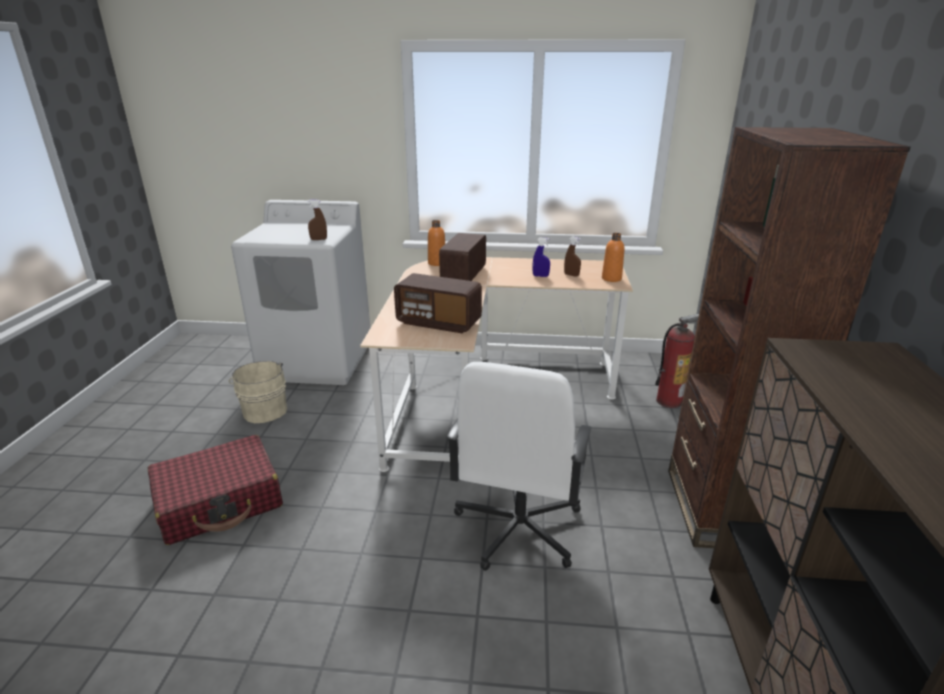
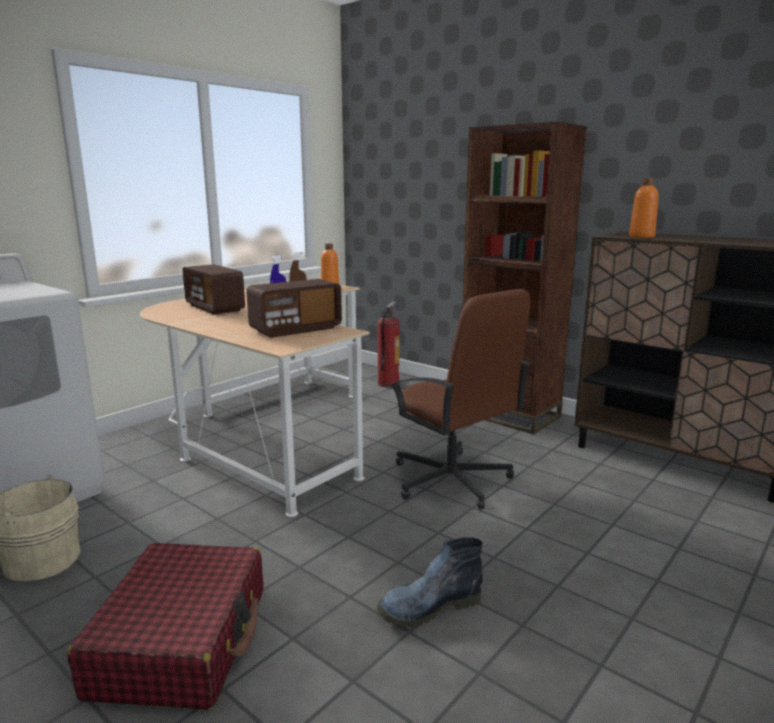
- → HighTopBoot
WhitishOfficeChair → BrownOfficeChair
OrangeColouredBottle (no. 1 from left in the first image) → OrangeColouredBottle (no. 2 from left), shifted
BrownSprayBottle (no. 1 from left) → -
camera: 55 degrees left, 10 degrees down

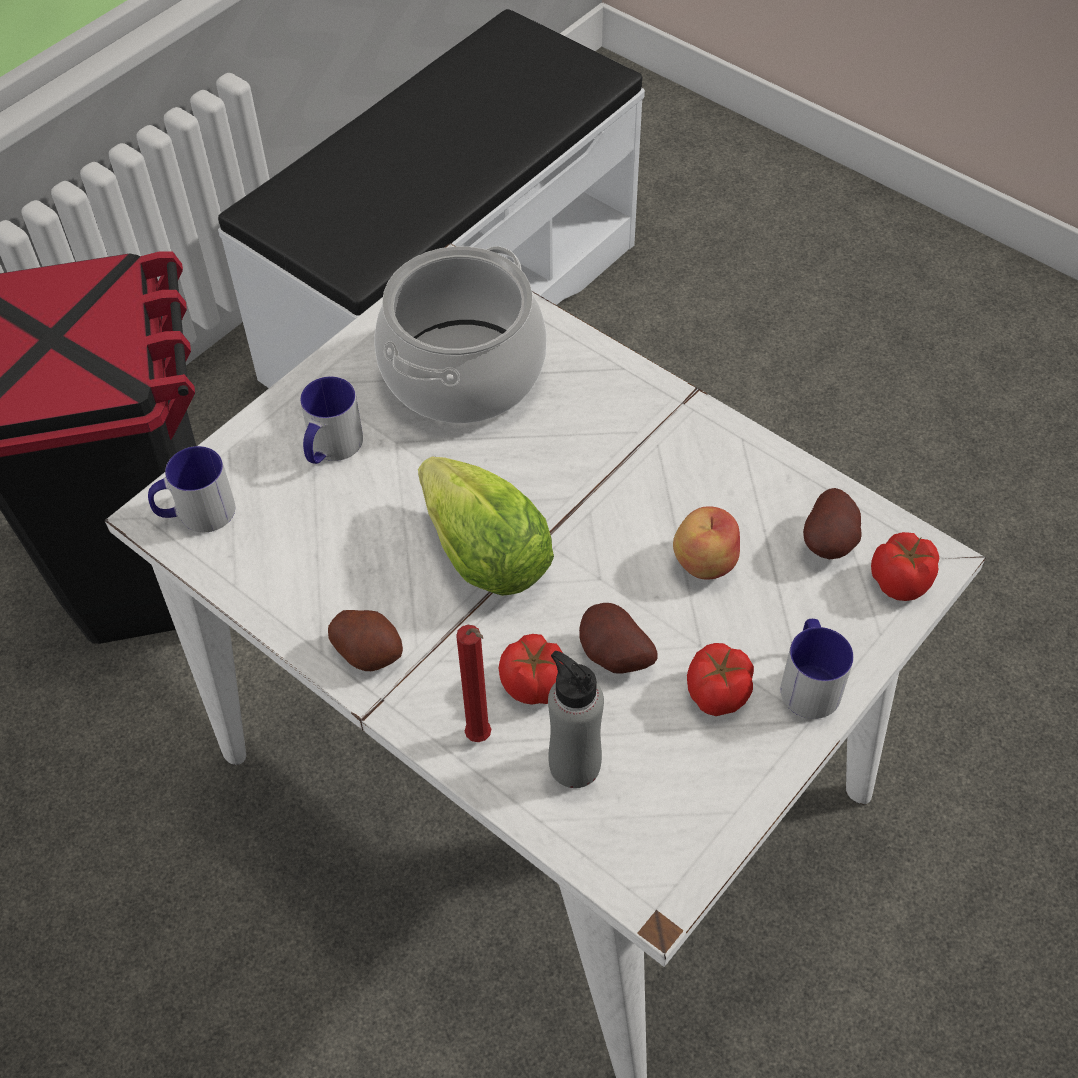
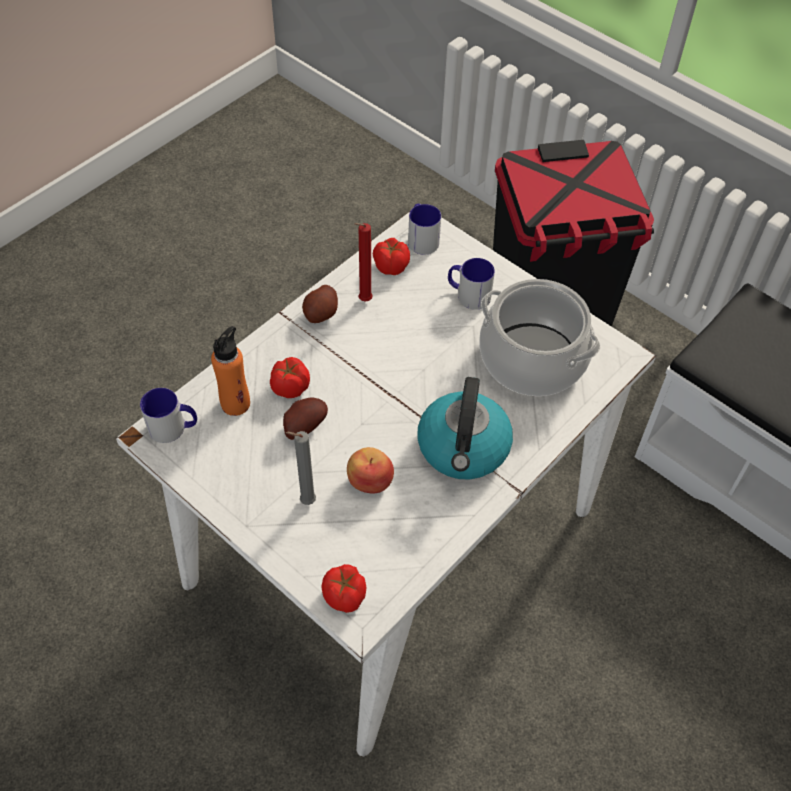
CoffeeMug (no. 3 from left in the first image) → CoffeeMug (no. 1 from left), shifted
GreyishBottle → OrangeColouredBottle
- → GreyishCandle
RedCandle, shifted
WholeTomato (no. 2 from left in the first image) → WholeTomato (no. 3 from left), shifted
- → TeaKettle
LettuceHead → -
Potato (no. 3 from left) → -
camera: 90 degrees right, 0 degrees up

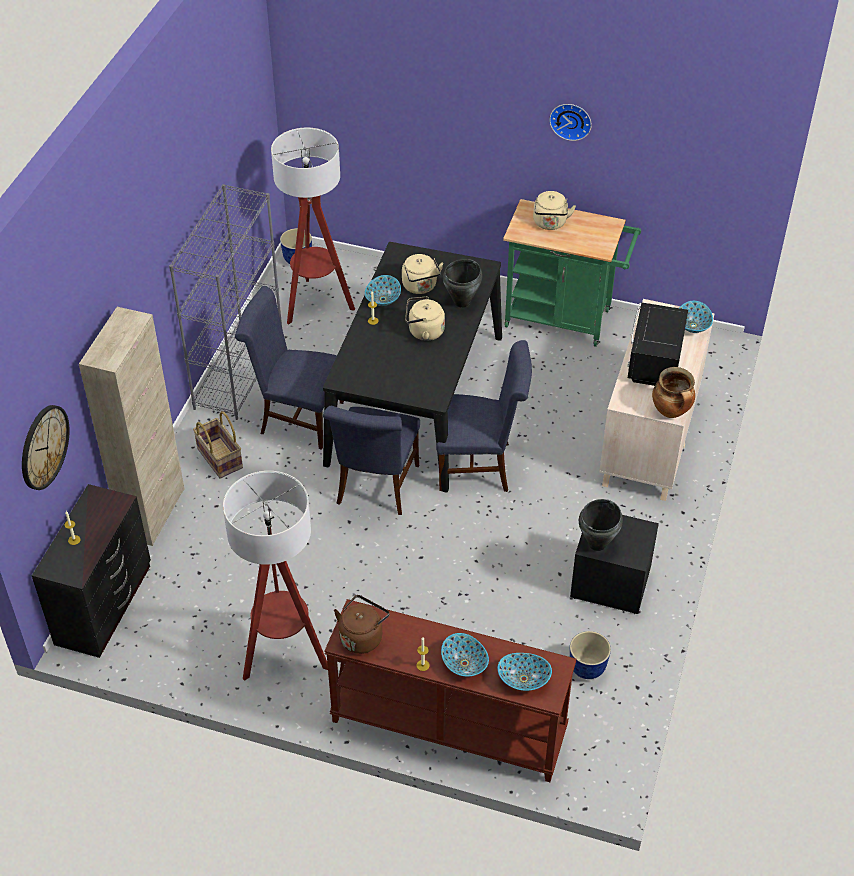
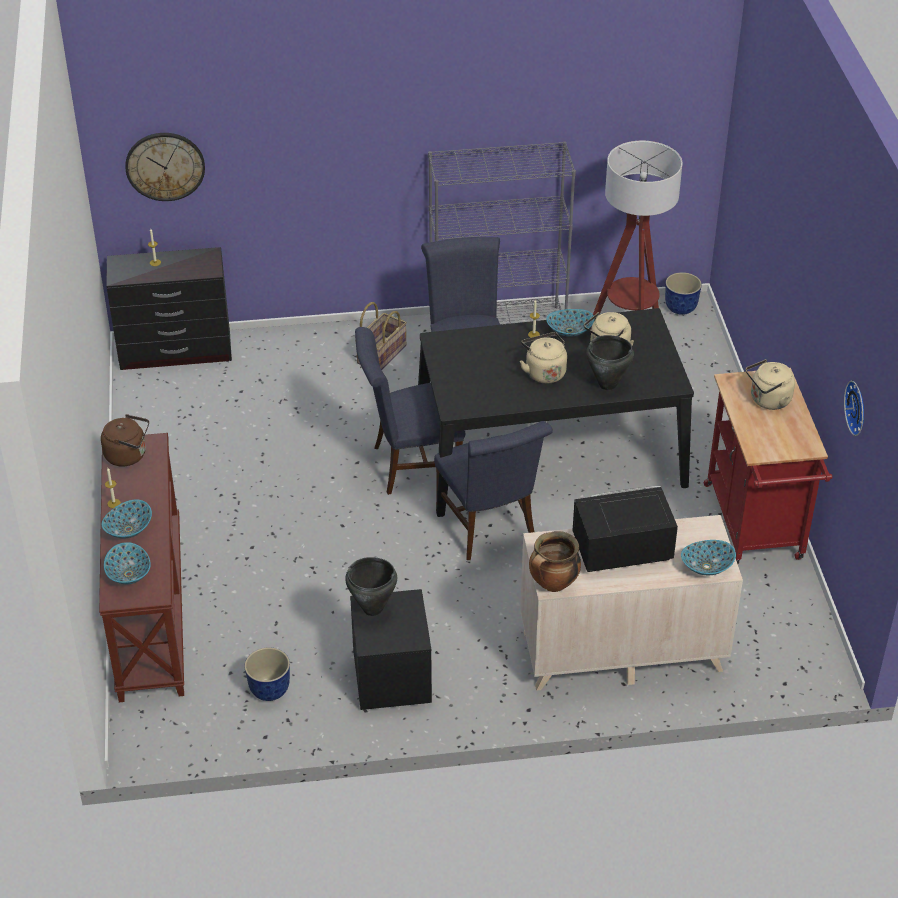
GreenWheeledCart → RedWheeledCart
HangingClock (no. 2 from left), shifted
BeigeCabinet → -
FloorLamp (no. 1 from left) → -
camera: 65 degrees right, 5 degrees down

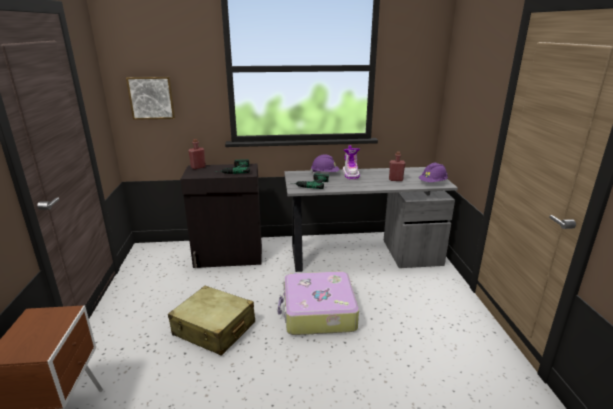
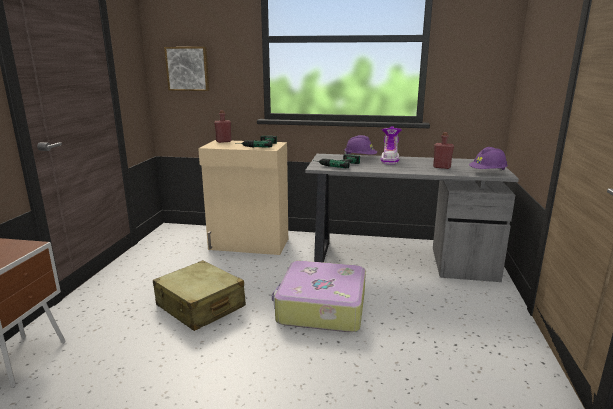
BlackColouredCabinet → BeigeCabinet
camera: 15 degrees right, 5 degrees down

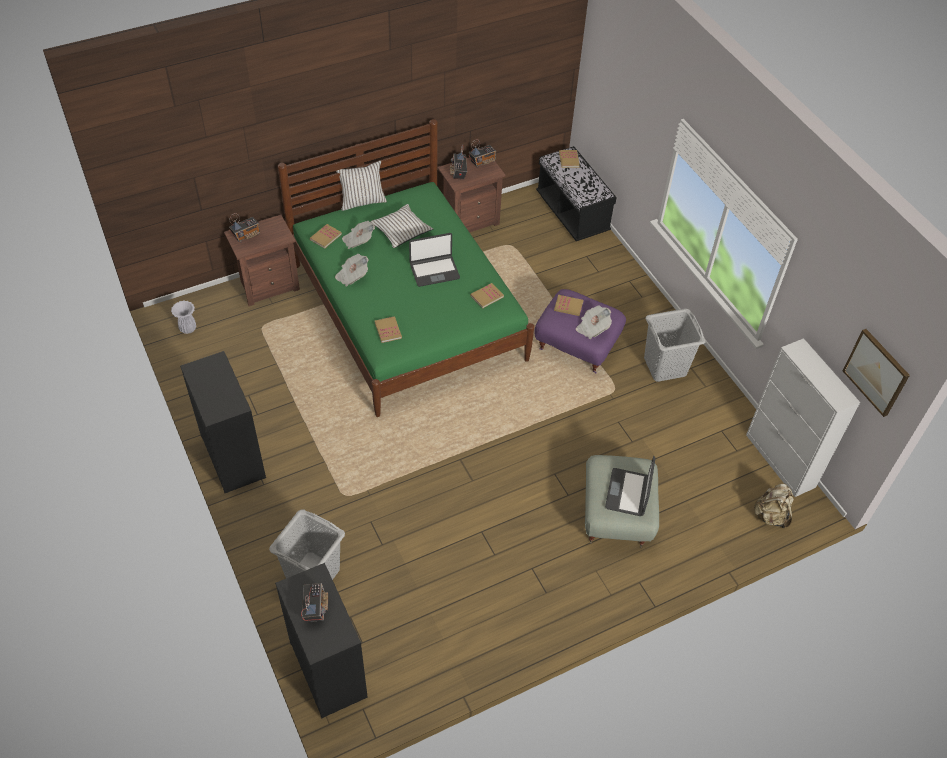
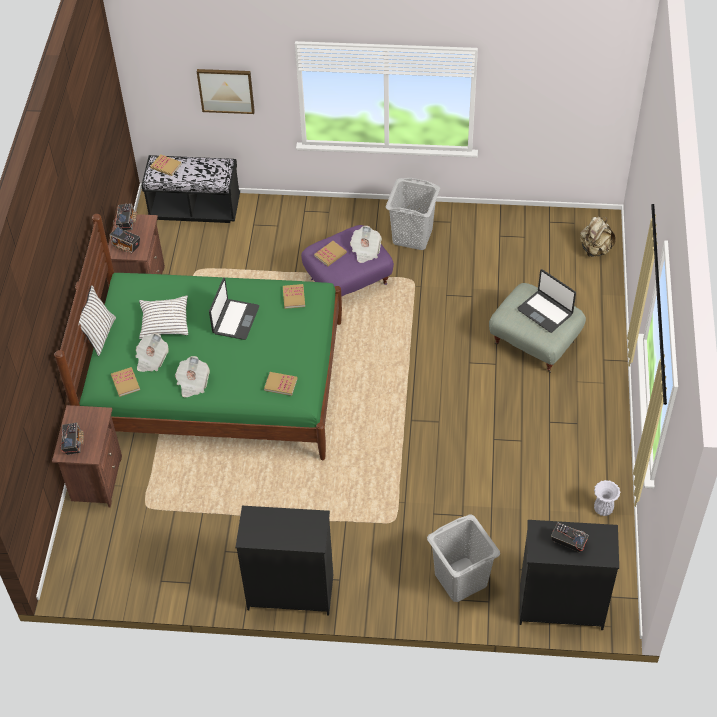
Picture, shifted
WhitishDecorativeVase, shifted
WhitishCabinet → -
camera: 55 degrees left, 0 degrees up

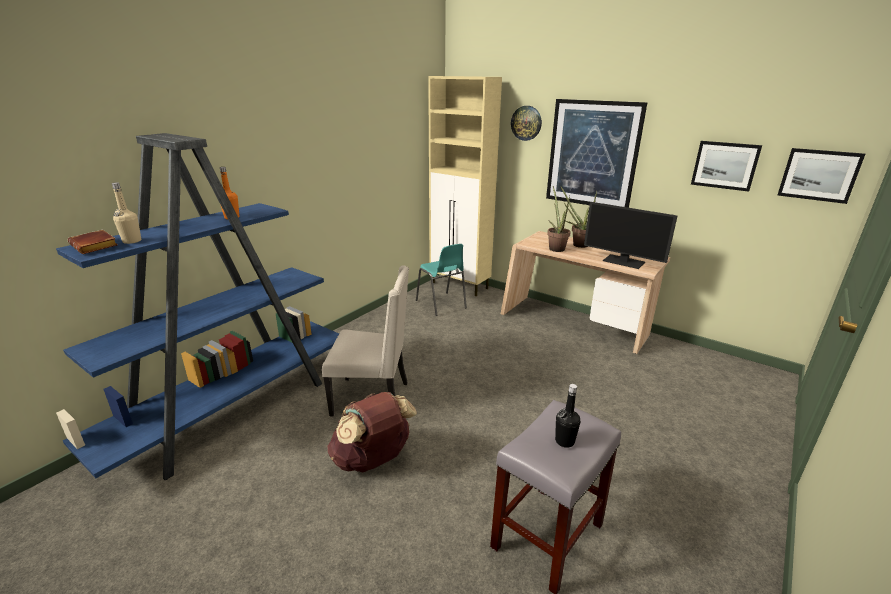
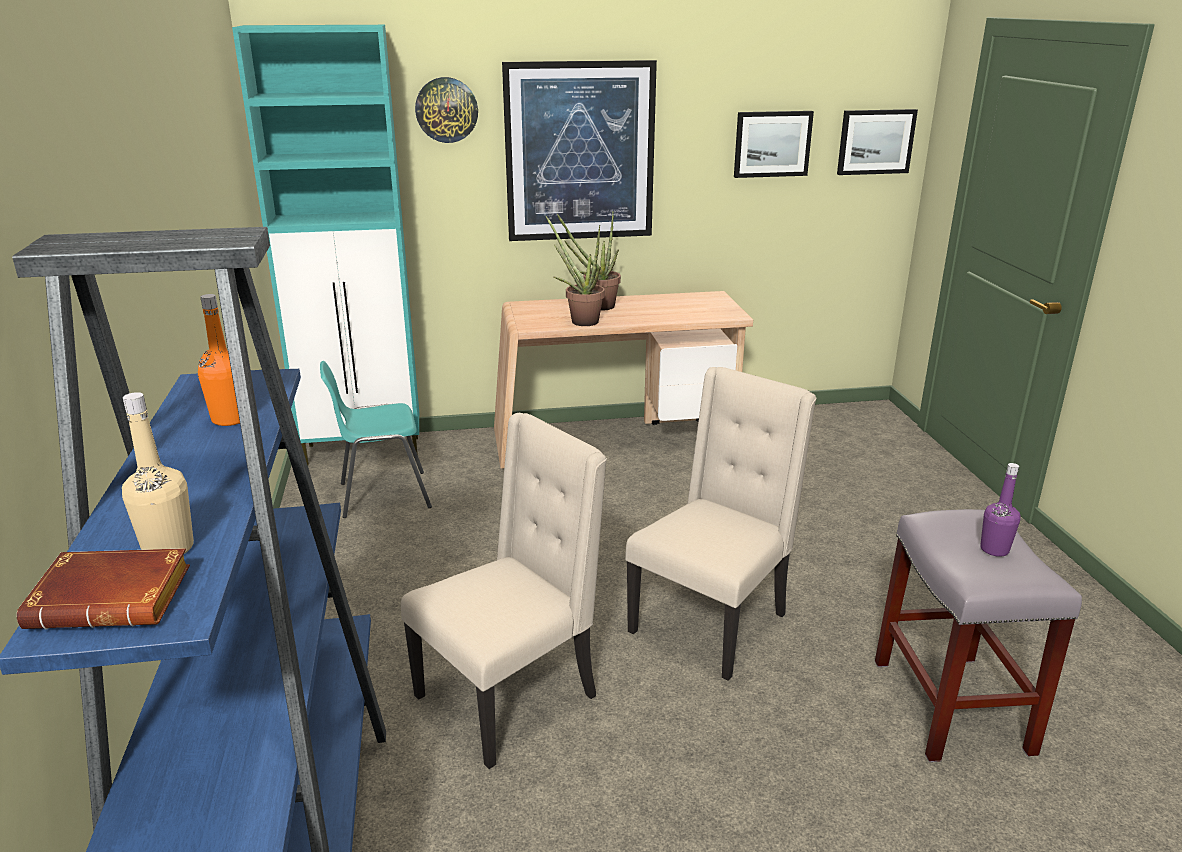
BeigeCabinet → TurquoiseColouredCabinet
TurquoiseColouredChair, 150 degrees clockwise
- → BeigeChair (no. 2 from left)
BlackColouredBottle → PurpleColouredBottle
BrownRucksack → -
Monitor → -
camera: 45 degrees left, 0 degrees up

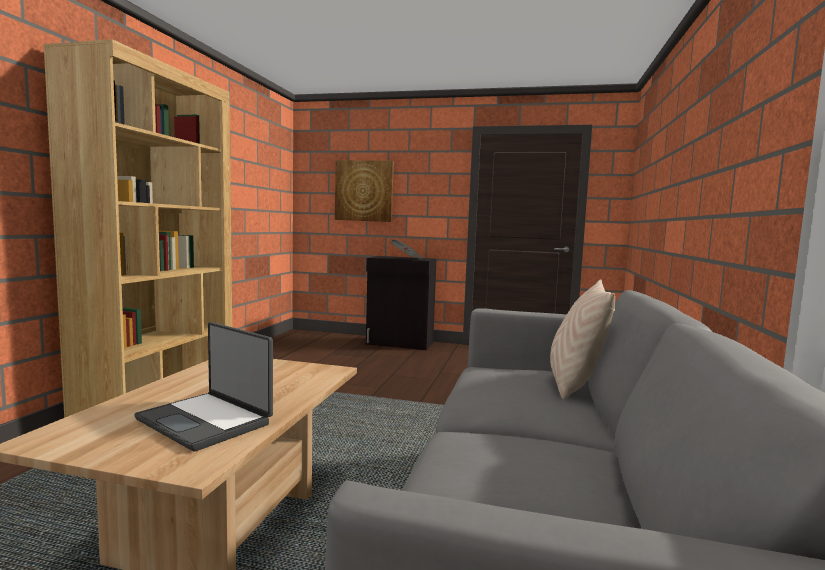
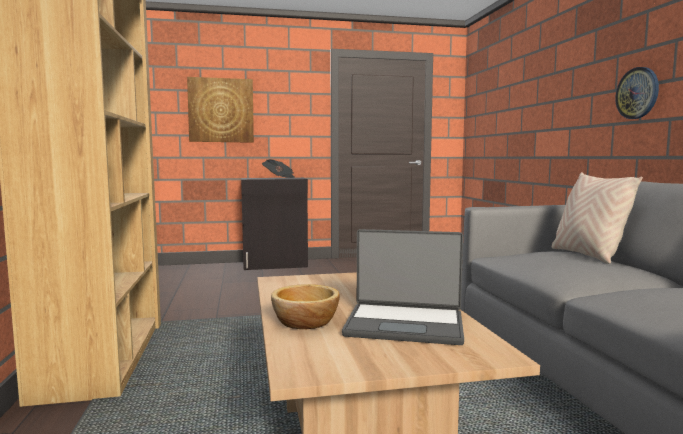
- → ServingBowl
- → HangingClock
camera: 25 degrees left, 0 degrees up

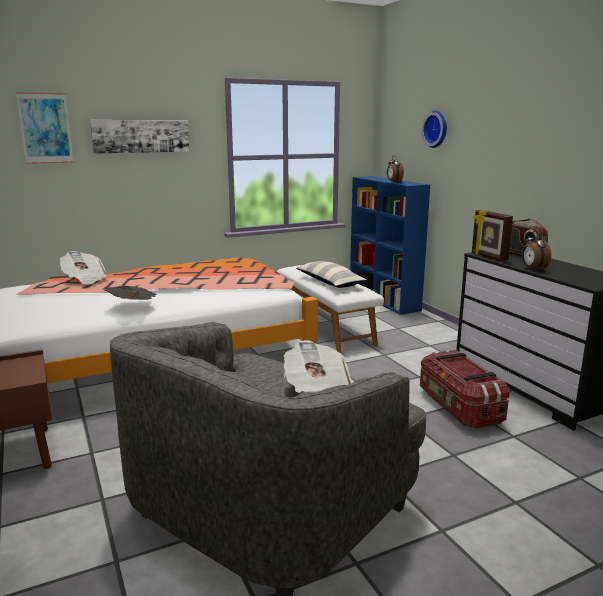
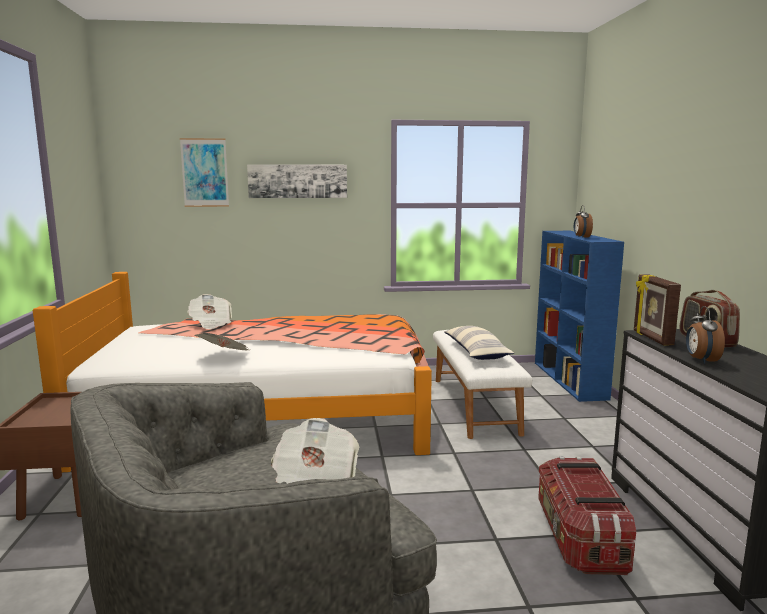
HangingClock → -
camera: 20 degrees right, 5 degrees down

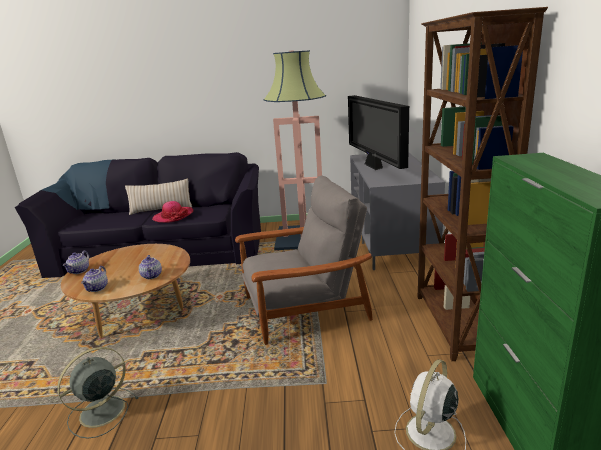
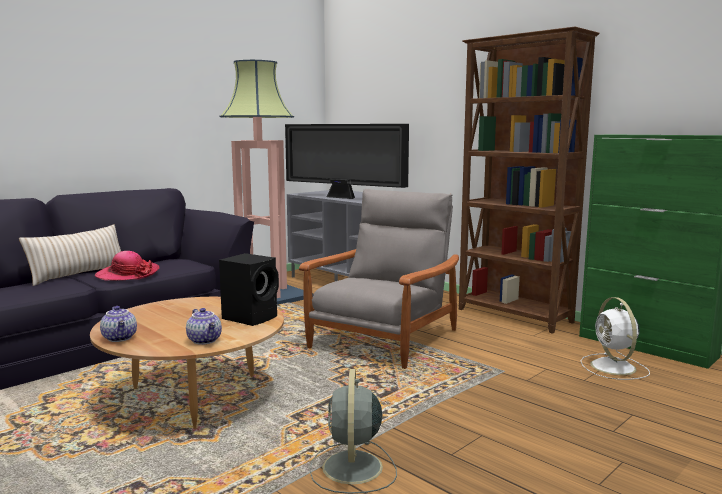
TeaPot (no. 3 from left) → BlackColouredLoudspeaker
camera: 45 degrees left, 10 degrees down

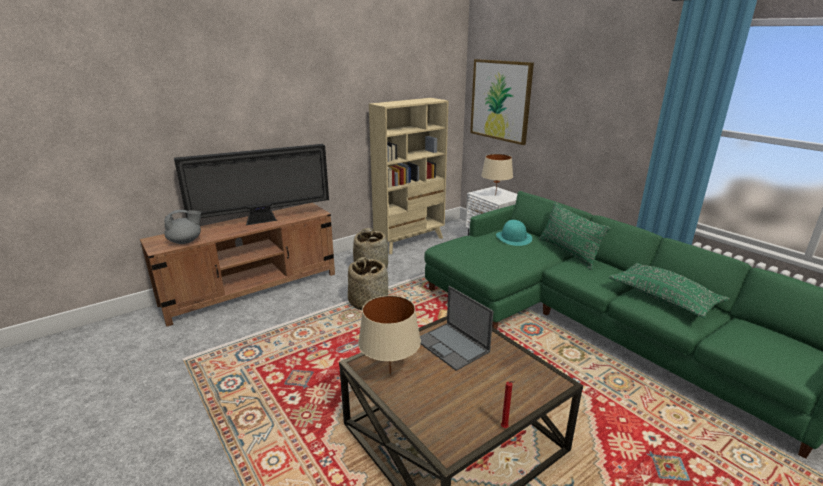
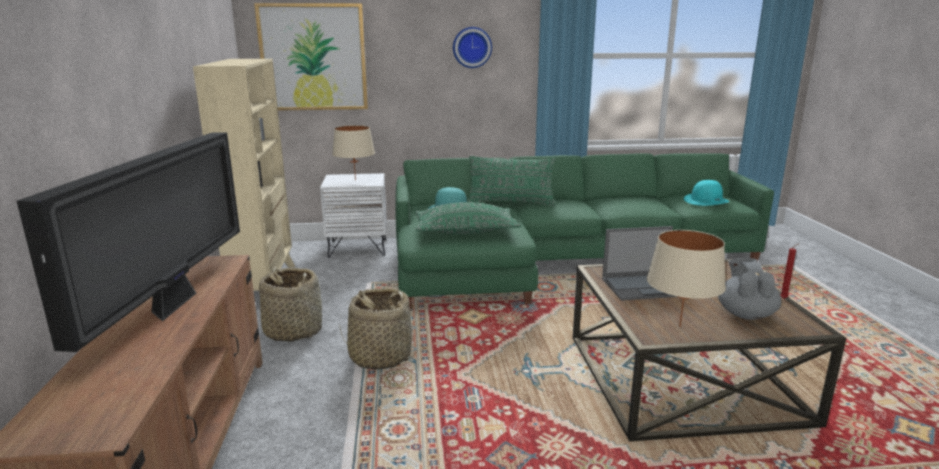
GreenPillow (no. 2 from left in the first image) → GreenPillow (no. 1 from left), shifted
- → HangingClock
- → TurquoiseColouredHat (no. 2 from left)
GreyishTeaPot, shifted
camera: 60 degrees left, 5 degrees down

